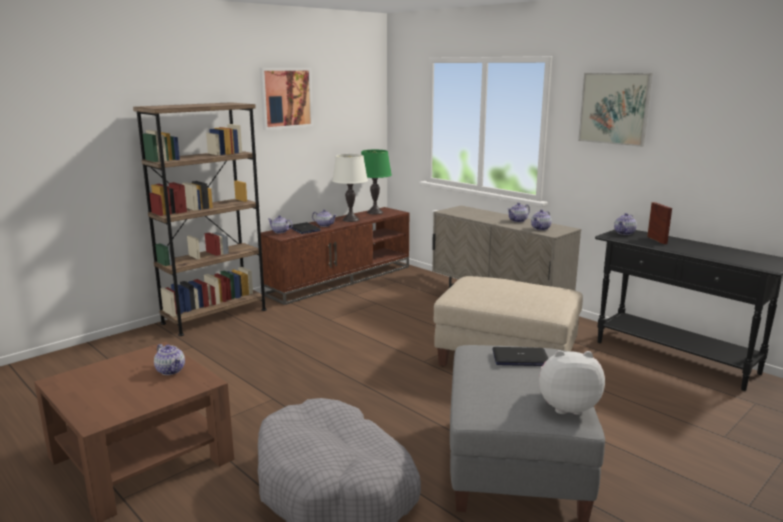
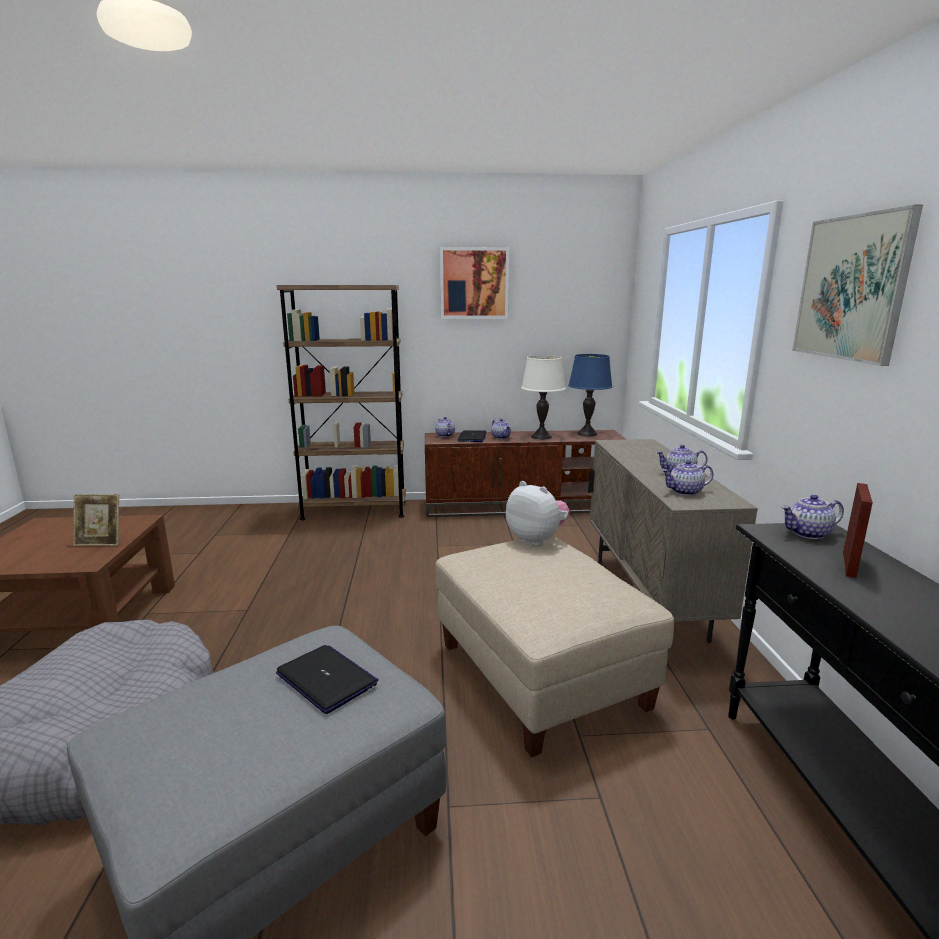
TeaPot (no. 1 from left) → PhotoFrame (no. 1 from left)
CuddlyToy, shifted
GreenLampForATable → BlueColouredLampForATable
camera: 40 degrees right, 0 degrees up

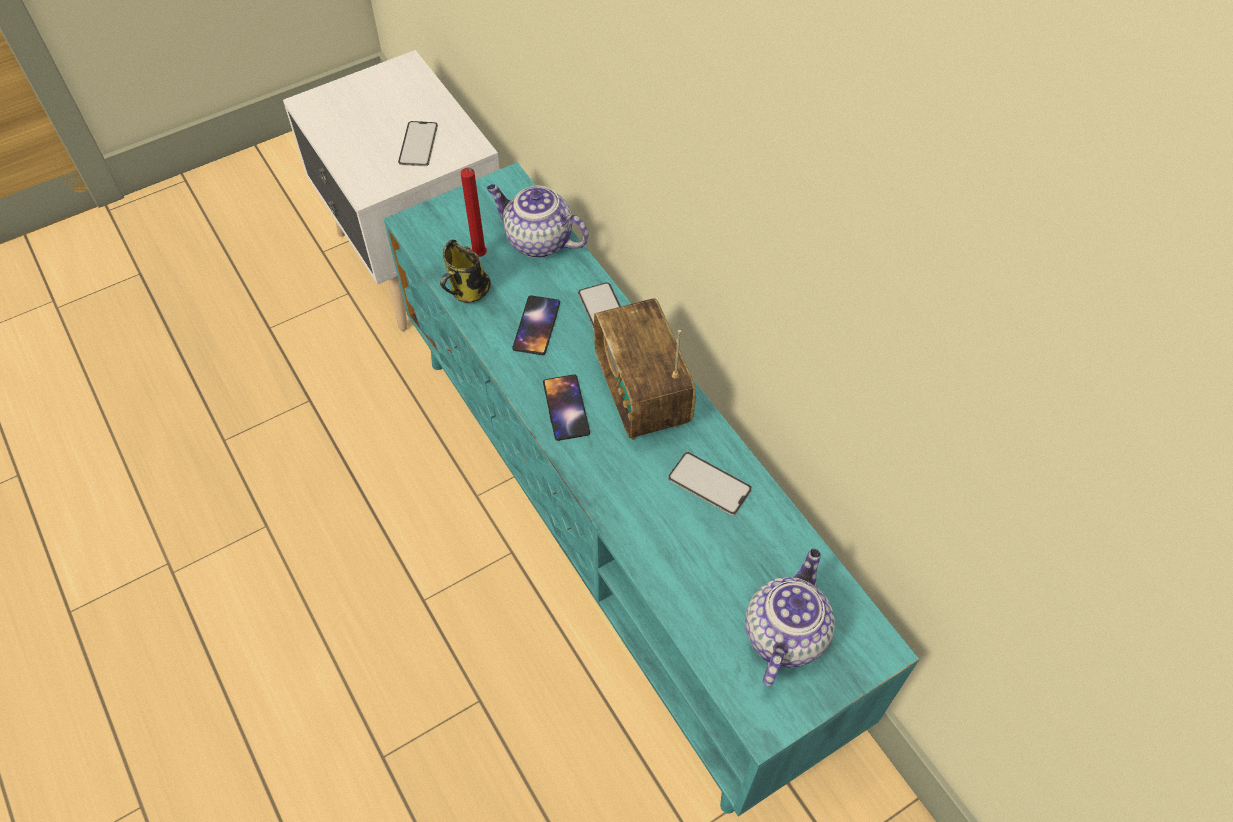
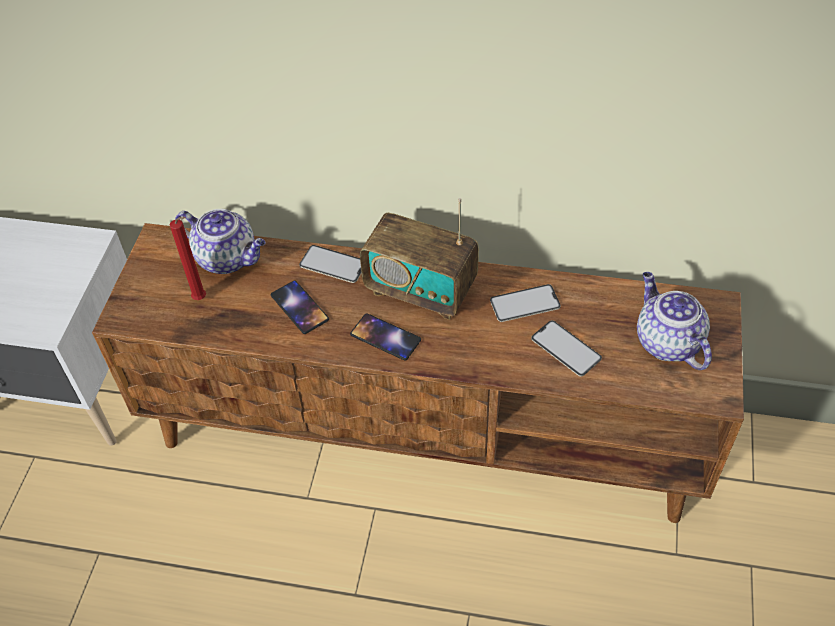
TurquoiseColouredTvUnit → BrownTvUnit
TeaPot (no. 1 from left), 135 degrees counterclockwise
Telephone (no. 1 from left in the first image) → Telephone (no. 5 from left), shifted
CoffeeMug → -
camera: 45 degrees left, 5 degrees down

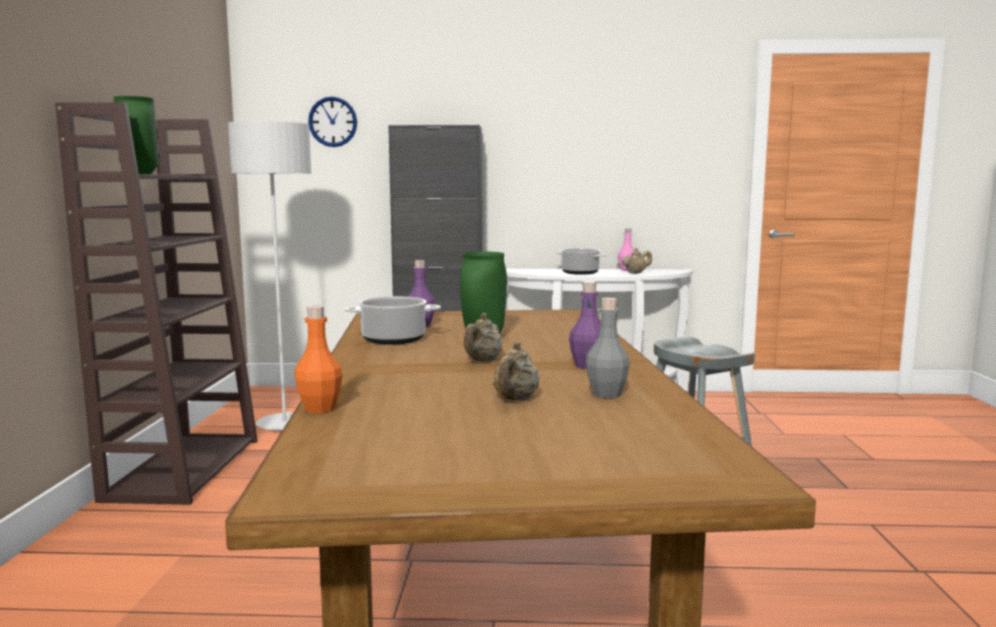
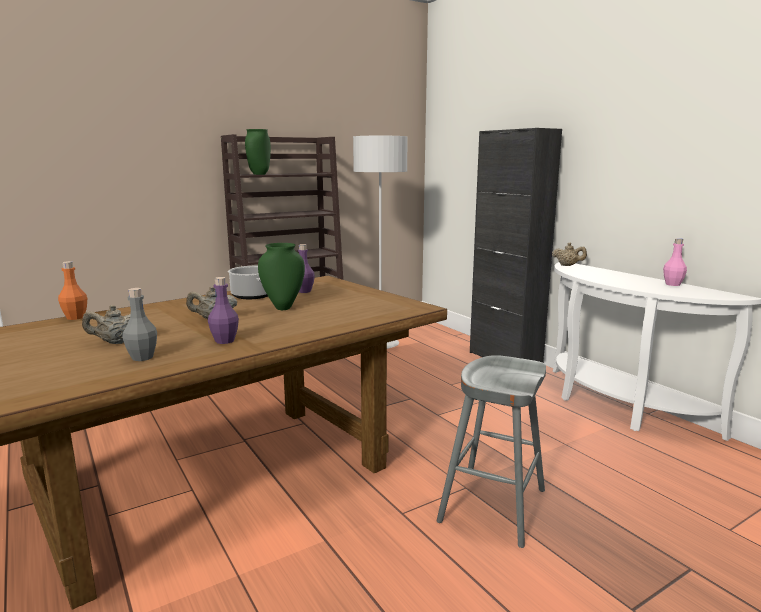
BeigeTeaPot (no. 3 from left), shifted
HangingClock → -
CookingPot (no. 2 from left) → -
camera: 55 degrees right, 5 degrees up

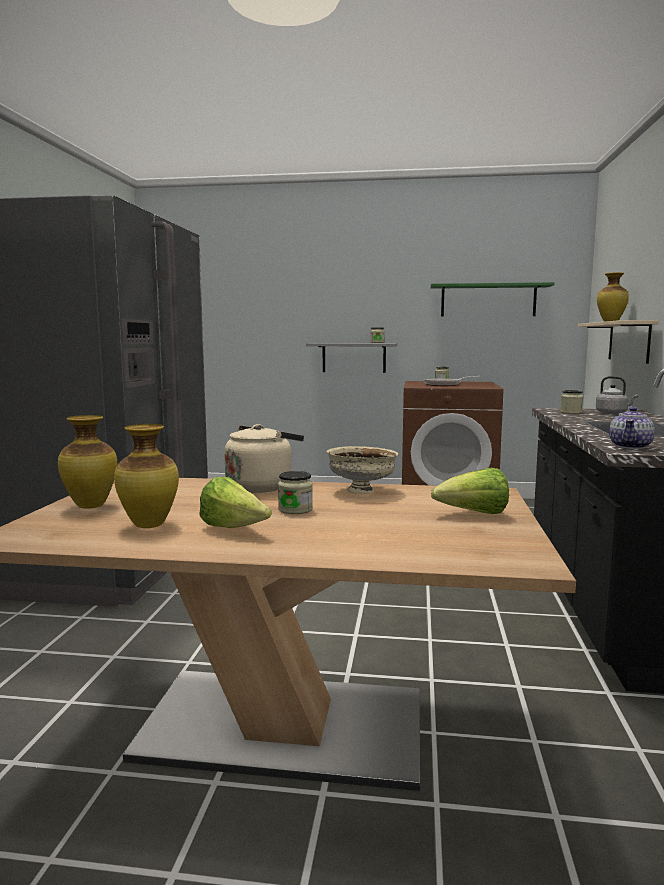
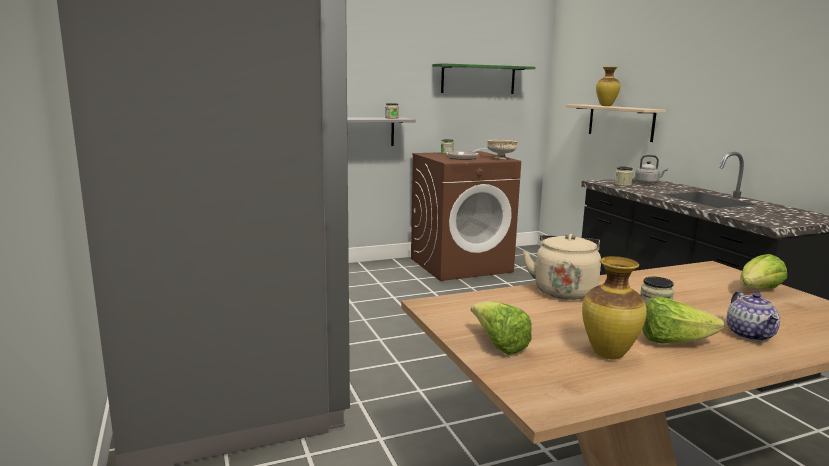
DecorativeVase (no. 1 from left) → LettuceHead (no. 1 from left)
BeigeServingBowl, shifted
TeaPot, shifted
camera: 30 degrees left, 5 degrees up

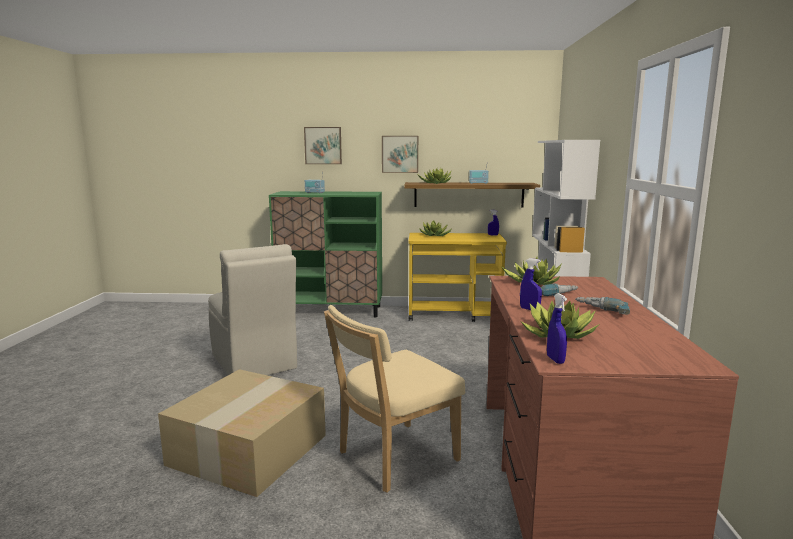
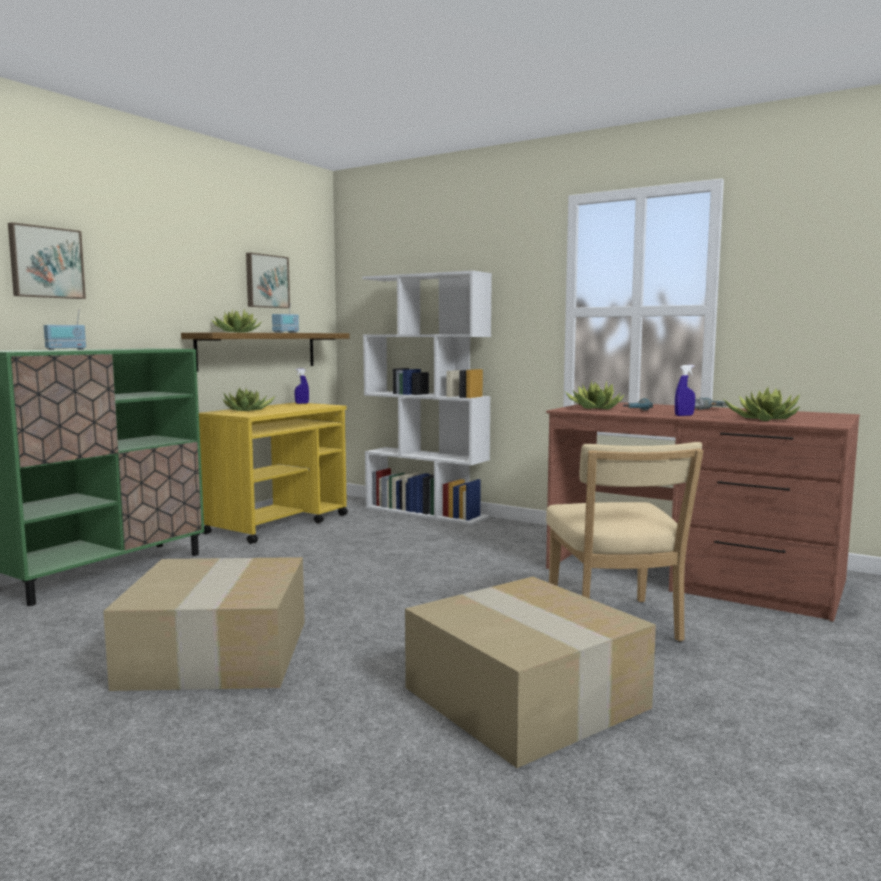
BeigeChair (no. 1 from left) → CardboardBox (no. 1 from left)
Picture (no. 2 from left), shifted
BlueColouredSprayBottle (no. 3 from left) → -
camera: 60 degrees left, 5 degrees down

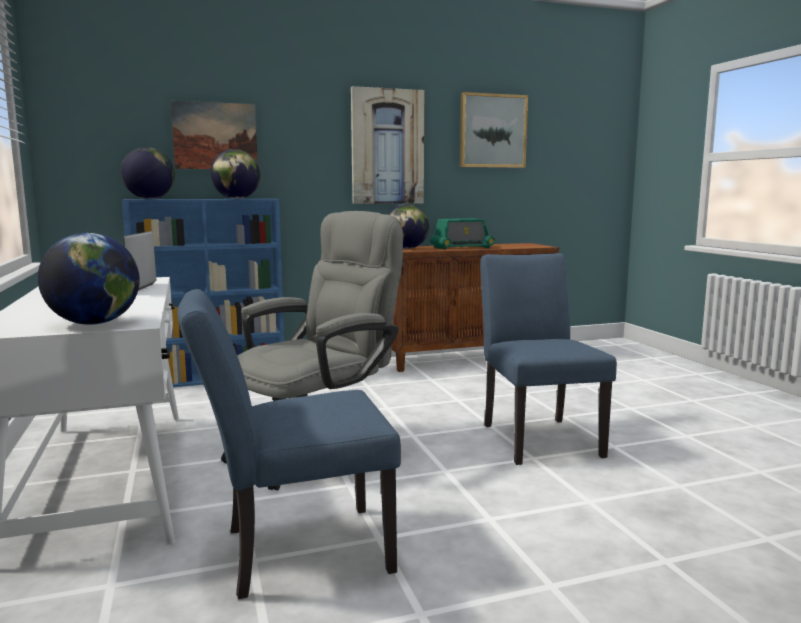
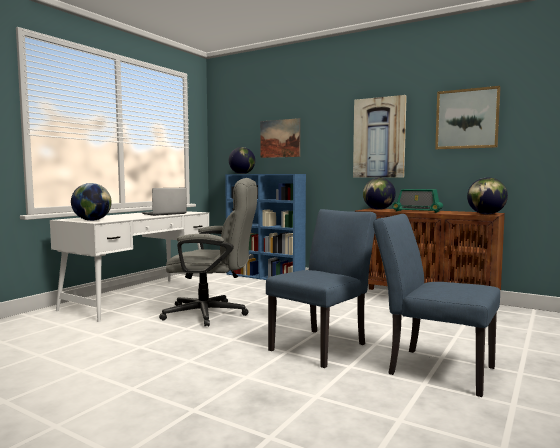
BlueColouredChair (no. 1 from left in the first image) → BlueColouredChair (no. 2 from left), shifted
DeskGlobe (no. 3 from left in the first image) → DeskGlobe (no. 4 from left), shifted
camera: 50 degrees right, 5 degrees down

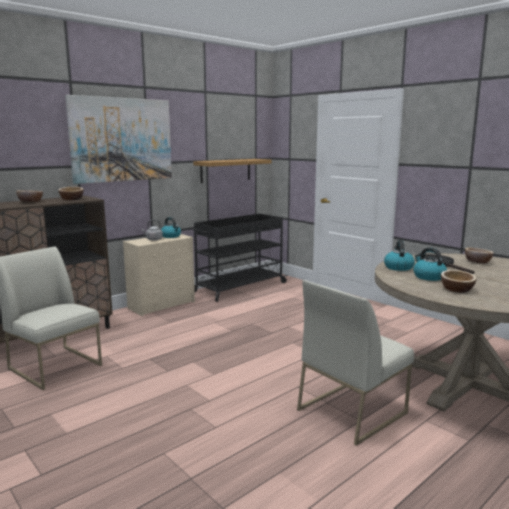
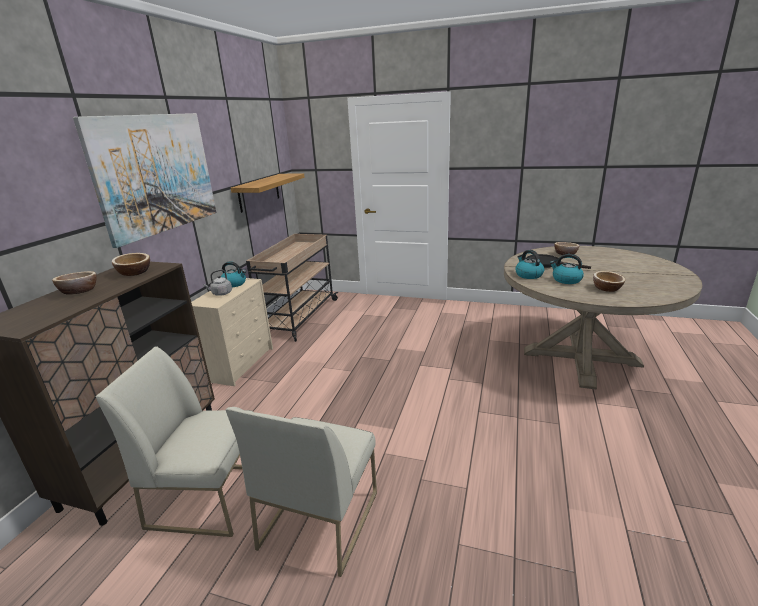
WhitishChair (no. 2 from left), shifted
BlackColouredWheeledCart → BeigeWheeledCart
camera: 30 degrees left, 10 degrees up

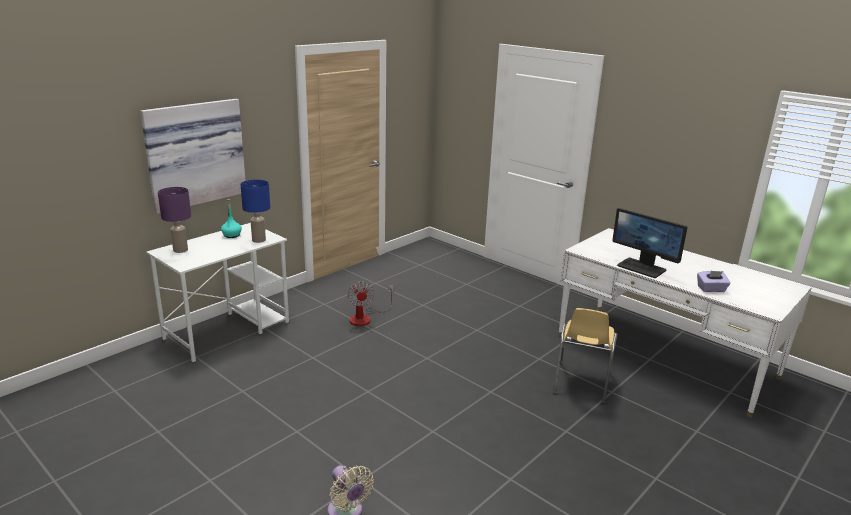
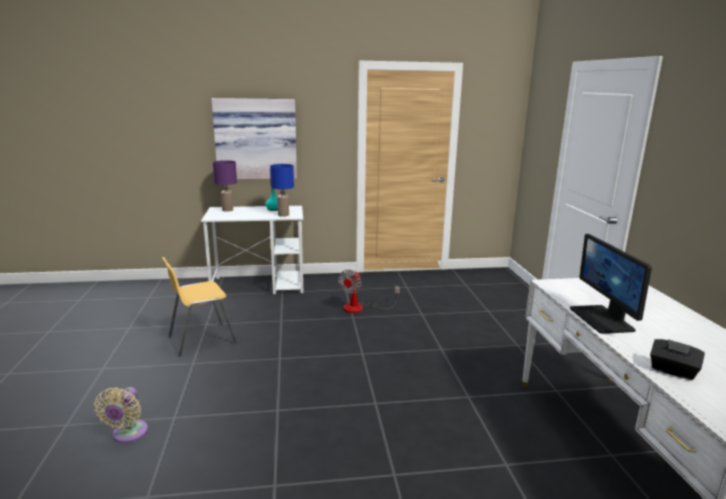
YellowishChair, shifted
PurpleColouredBoxOfTissues → BlackColouredBoxOfTissues
camera: 40 degrees right, 5 degrees down

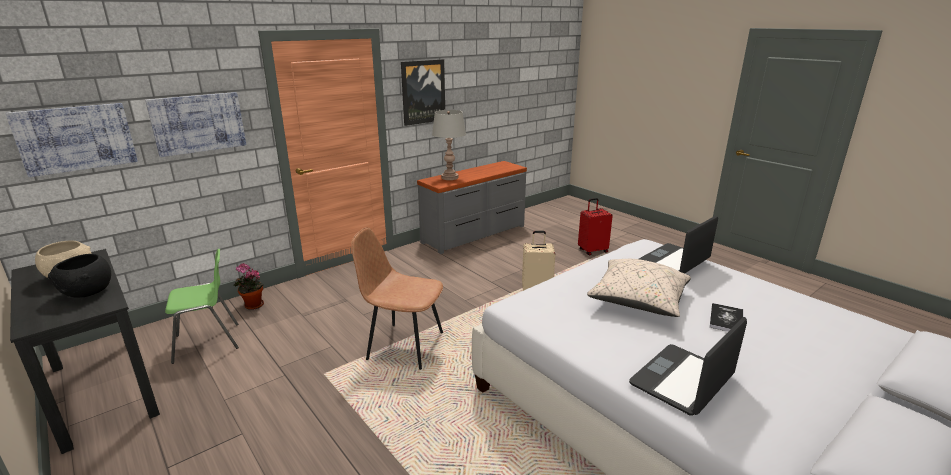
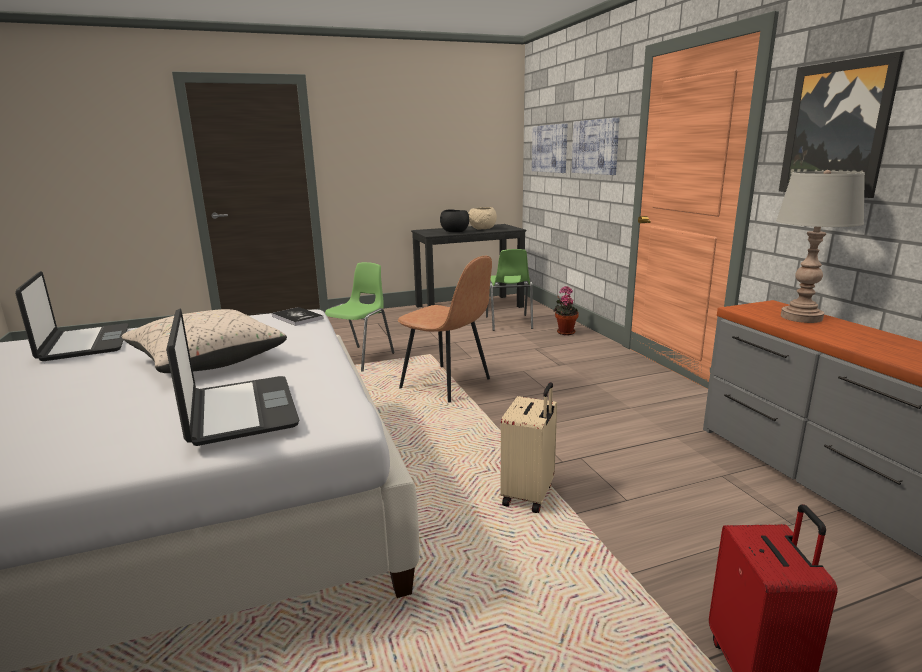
BoundBook, shifted
- → GreenChair (no. 1 from left)
BrownChair, 90 degrees clockwise
camera: 110 degrees right, 5 degrees down

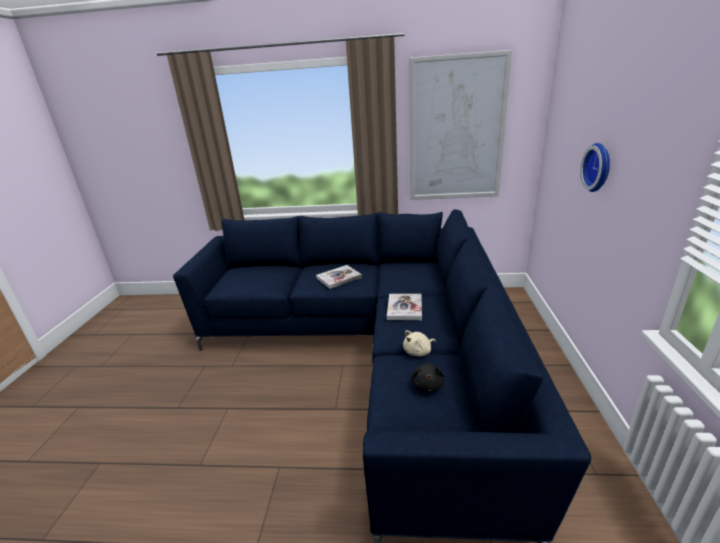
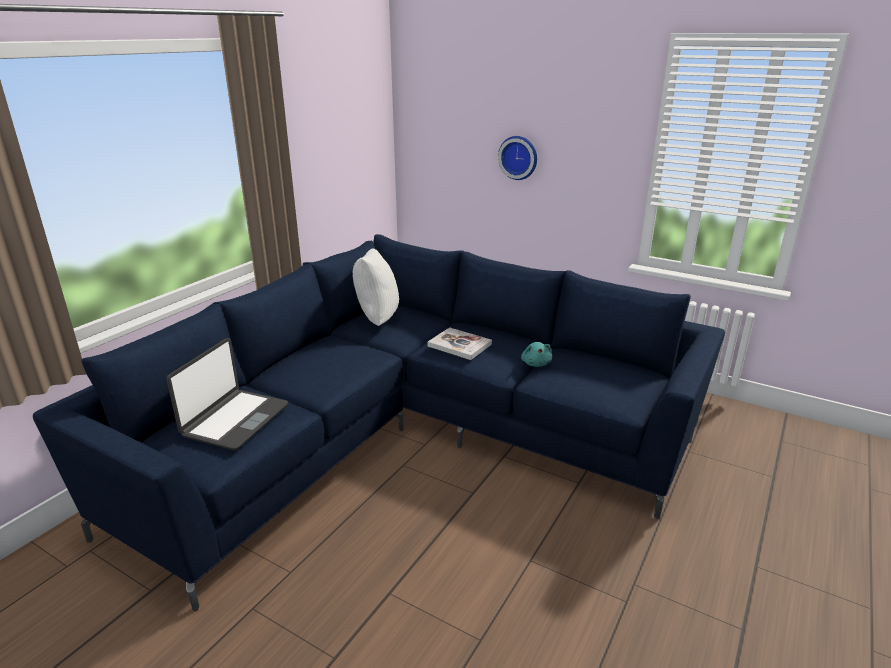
- → PortableComputer
- → WhitishPillow
BeigeCuddlyToy → TurquoiseColouredCuddlyToy
BoundBook (no. 1 from left) → -
Picture → -
BlackColouredCuddlyToy → -
camera: 65 degrees left, 0 degrees up

